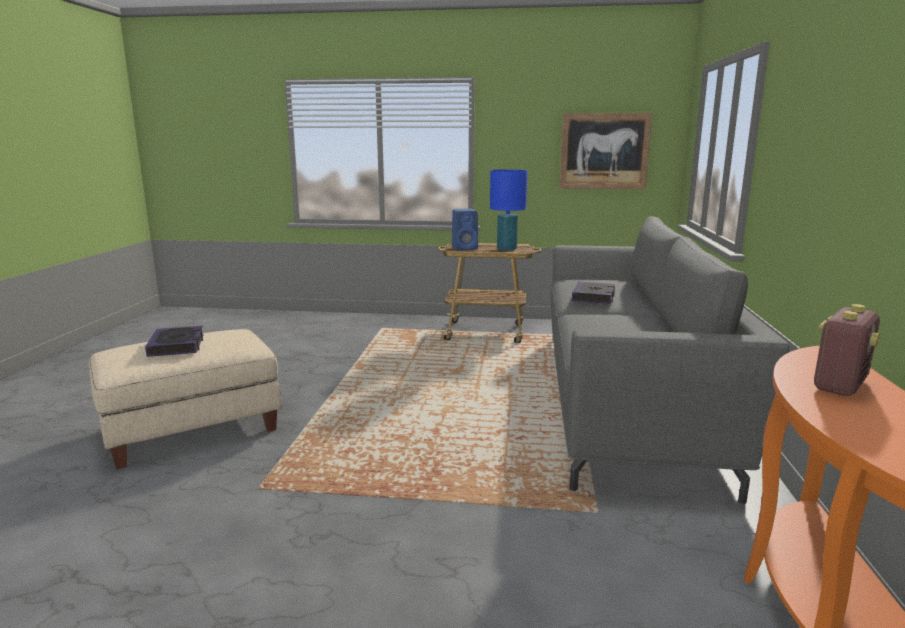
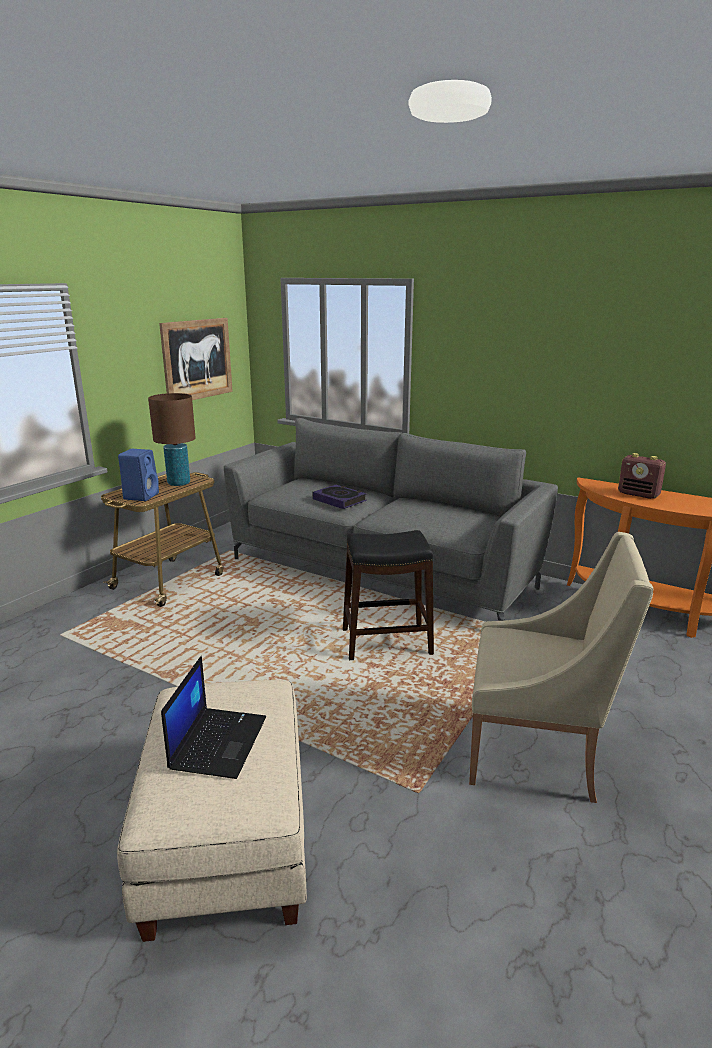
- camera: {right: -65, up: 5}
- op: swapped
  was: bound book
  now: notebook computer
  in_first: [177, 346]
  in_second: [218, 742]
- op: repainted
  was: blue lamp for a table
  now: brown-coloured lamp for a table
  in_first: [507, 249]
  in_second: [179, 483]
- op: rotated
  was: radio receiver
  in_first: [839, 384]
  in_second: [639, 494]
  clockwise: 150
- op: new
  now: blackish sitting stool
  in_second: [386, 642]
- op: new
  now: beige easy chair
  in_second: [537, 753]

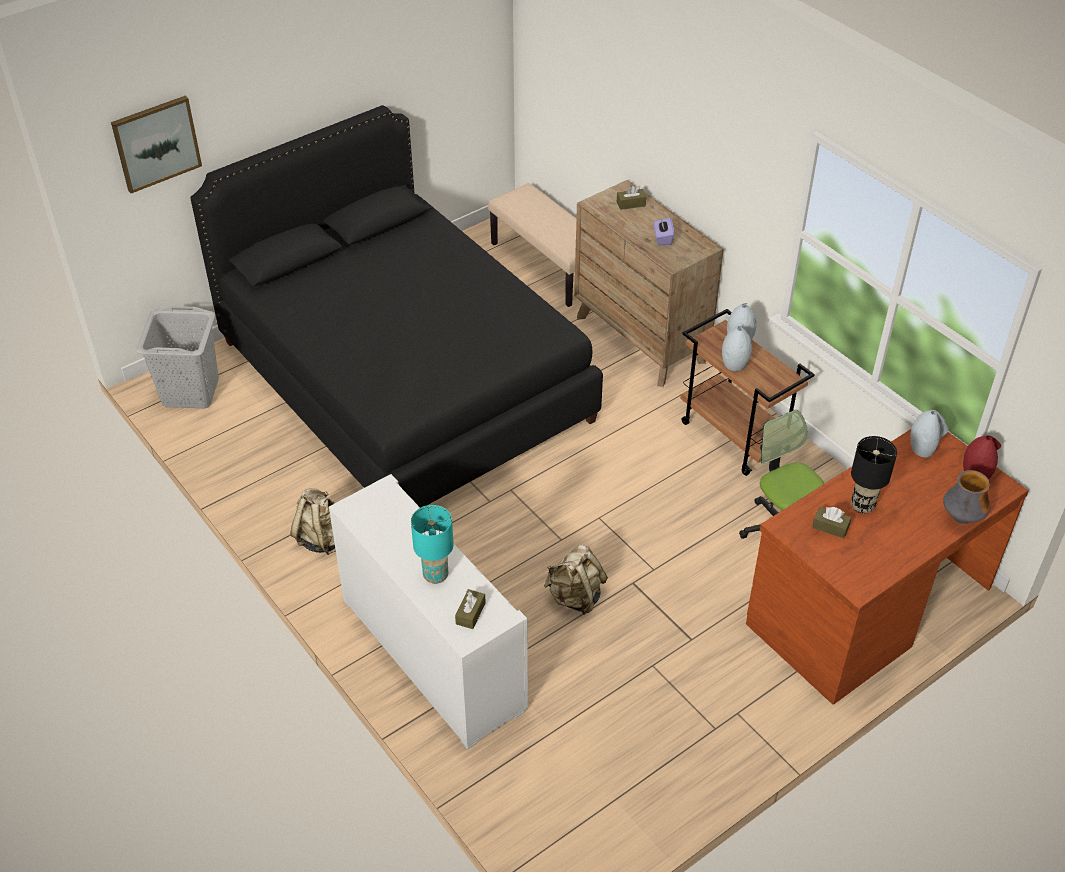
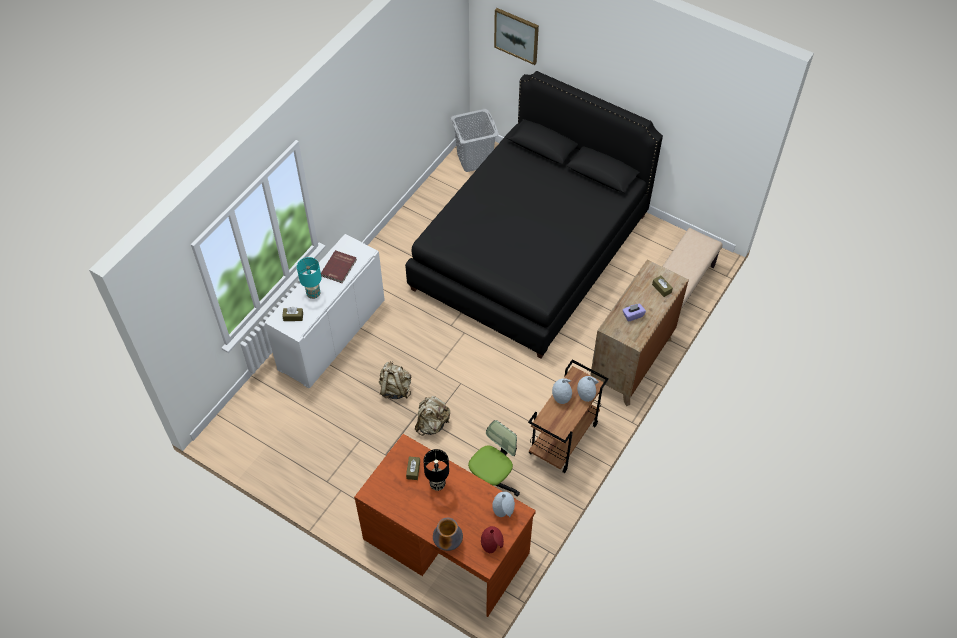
- camera: {right: 70, up: 10}
- op: shifted
  was: beige backpack
  in_first: [322, 538]
  in_second: [432, 424]
- op: new
  now: red-coloured bound book
  in_second: [339, 268]

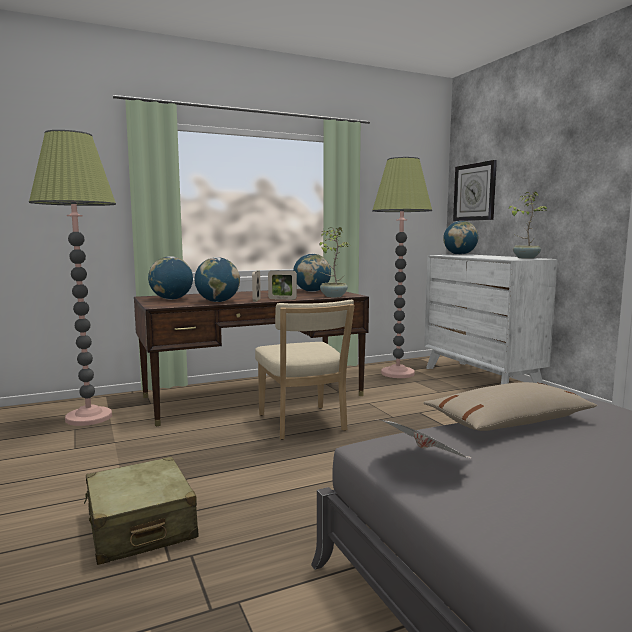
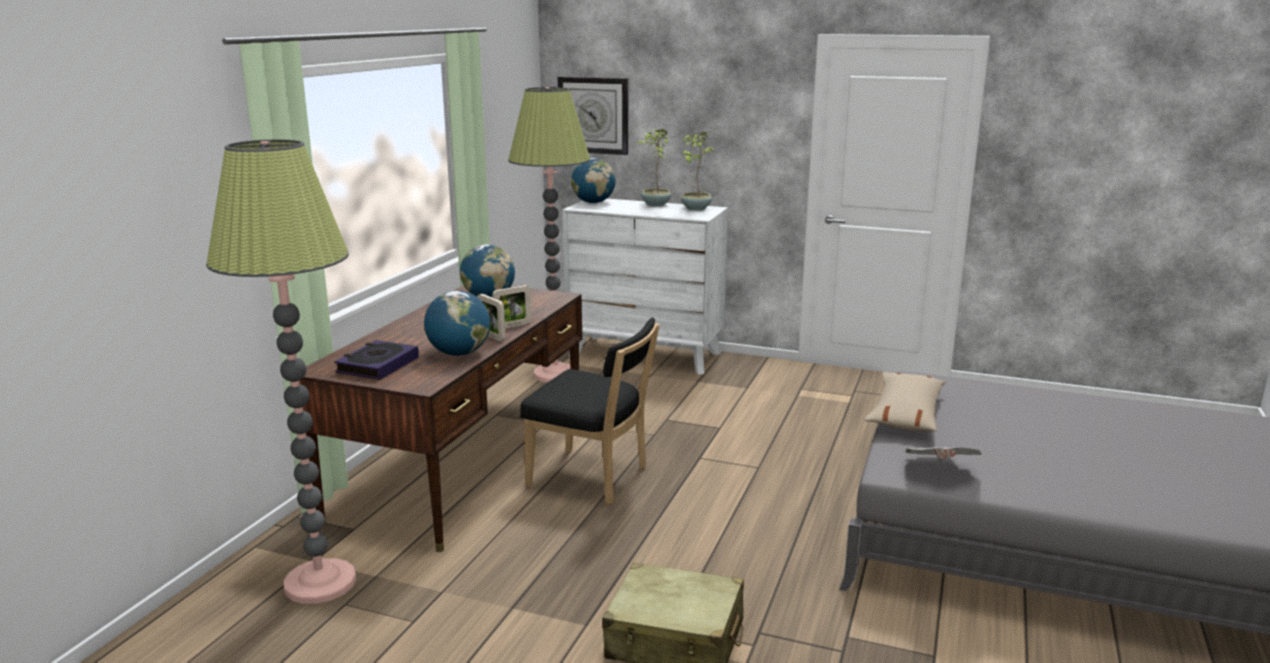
- camera: {right: -45, up: 10}
- op: swapped
  was: world globe
  now: bound book
  in_first: [171, 299]
  in_second: [377, 365]
- op: repainted
  was: beige plain chair
  now: blackish plain chair
  in_first: [303, 424]
  in_second: [593, 478]
- op: shifted
  was: plant in a pot
  in_first: [333, 296]
  in_second: [655, 204]

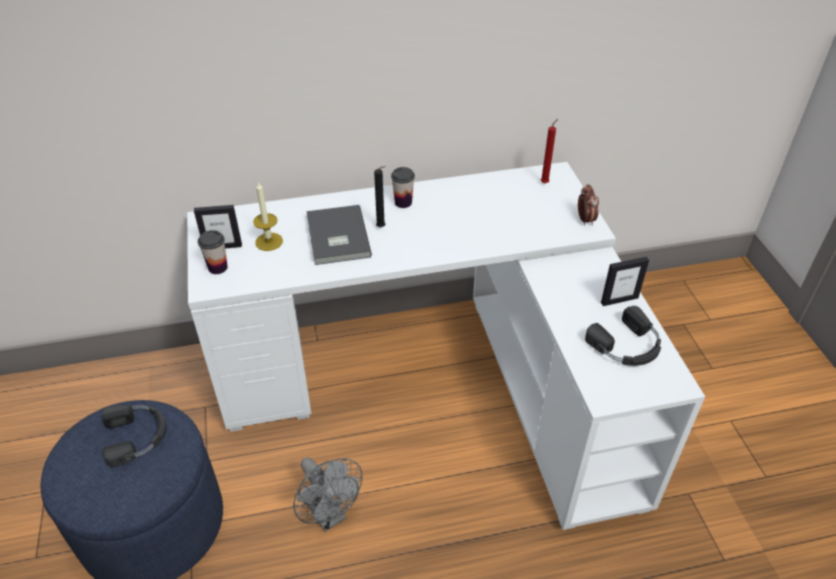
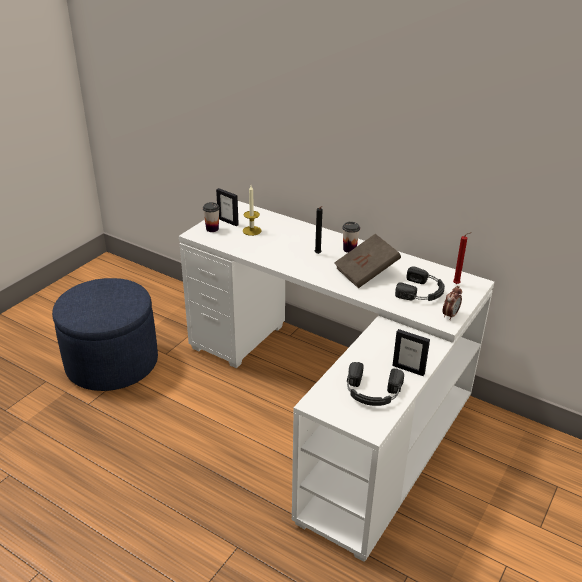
- camera: {right: 45, up: -10}
- op: shifted
  was: blackish headphones
  in_first: [137, 436]
  in_second: [421, 292]
- op: gone
  was: greyish cooling fan
  in_first: [329, 515]
- op: gone
  was: greyish bound book
  in_first: [336, 238]
- op: new
  now: brown-coloured bound book
  in_second: [366, 273]

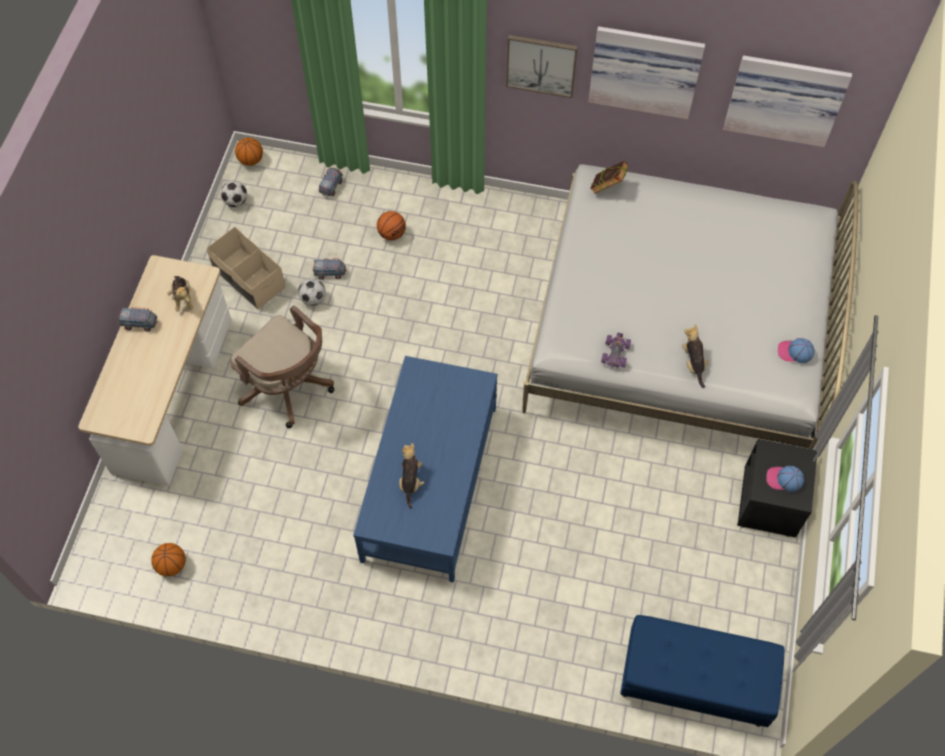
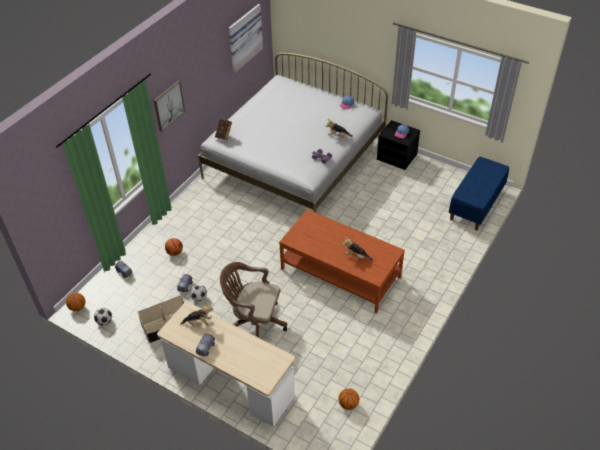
- camera: {right: -70, up: -15}
- op: rotated
  was: brown-coloured desk chair
  in_first: [289, 388]
  in_second: [254, 322]
  clockwise: -135
- op: repainted
  was: blue coffee table
  now: brown-coloured coffee table
  in_first: [430, 483]
  in_second: [340, 273]
- op: gone
  was: picture
  in_first: [645, 69]

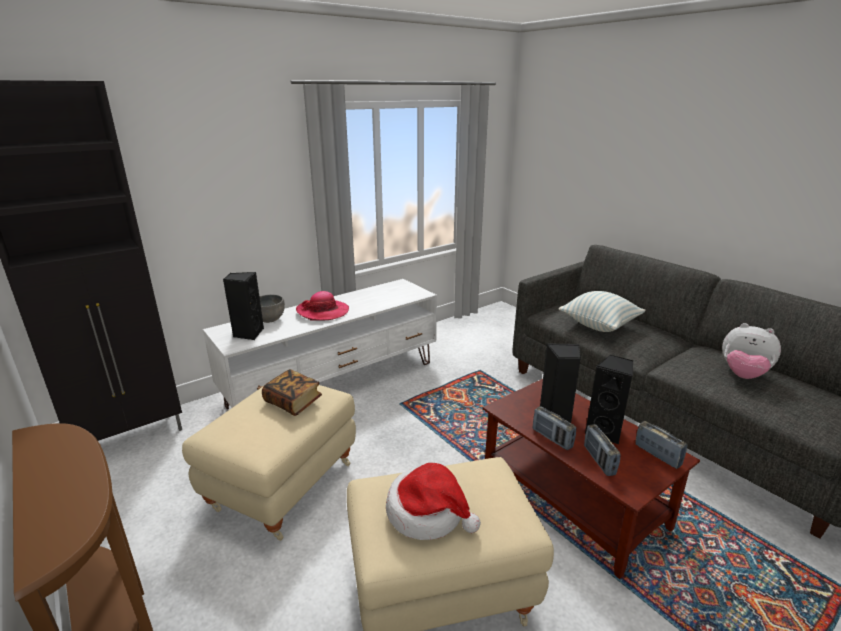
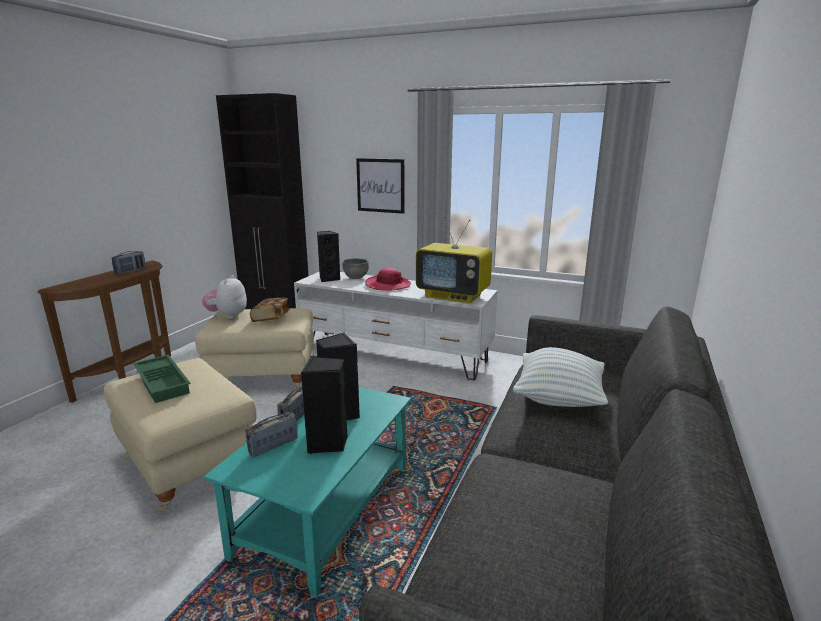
- camera: {right: 60, up: -5}
- op: swapped
  was: hat
  now: green-coloured carrying tray
  in_first: [428, 513]
  in_second: [164, 382]
- op: repainted
  was: brown-coloured coffee table
  now: turquoise coffee table
  in_first: [573, 499]
  in_second: [325, 511]
- op: shifted
  was: radio receiver
  in_first: [657, 455]
  in_second: [130, 271]
- op: shifted
  was: cuddly toy
  in_first: [743, 375]
  in_second: [228, 316]
- op: new
  now: picture
  in_second: [380, 185]
- op: new
  now: TV set
  in_second: [454, 296]

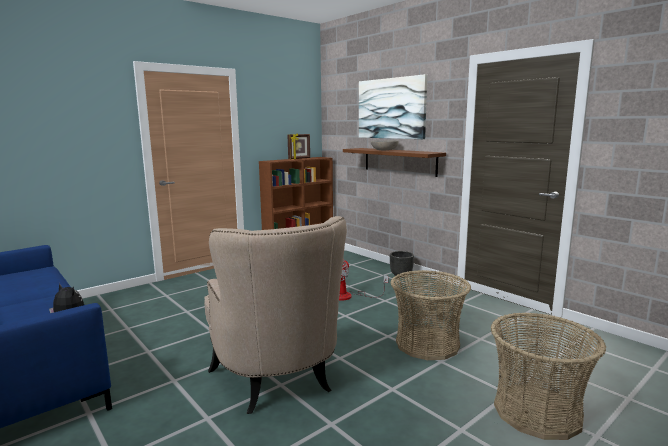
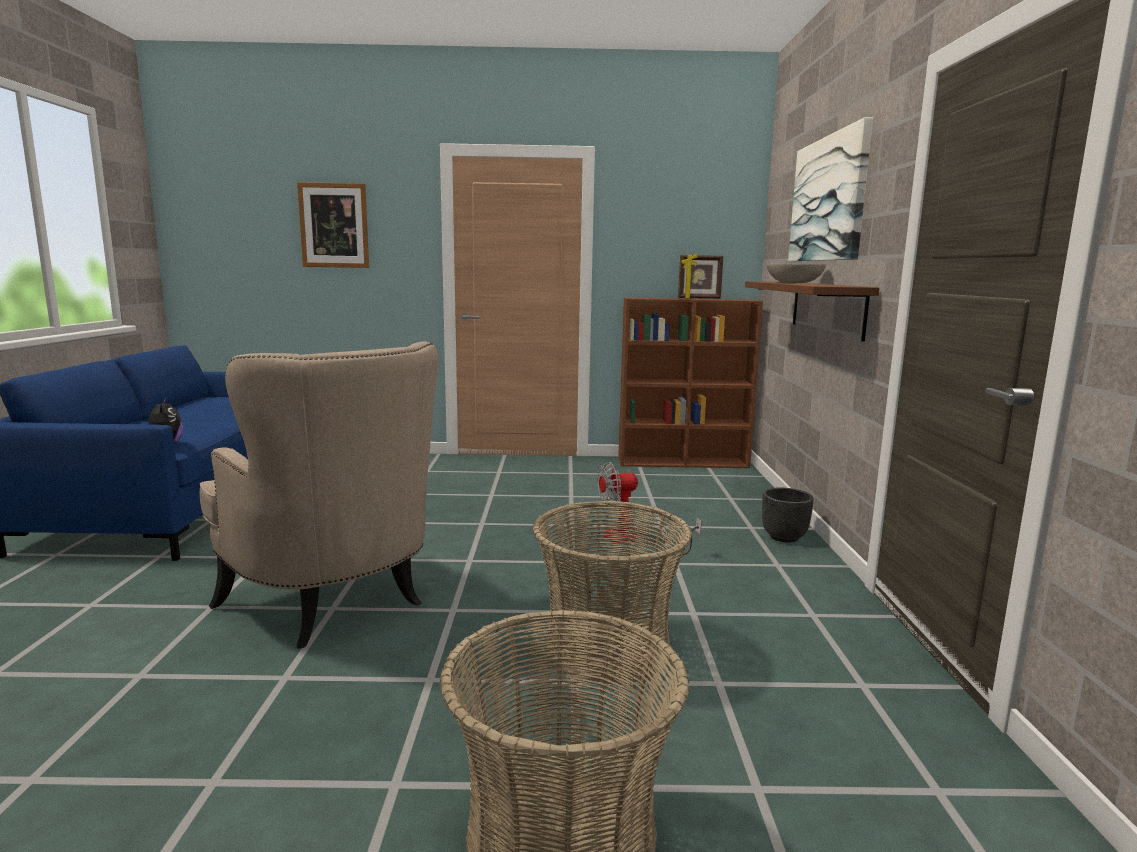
- camera: {right: 40, up: 0}
- op: rotated
  was: beige easy chair
  in_first: [279, 382]
  in_second: [336, 604]
  clockwise: -60
- op: new
  now: picture
  in_second: [334, 225]

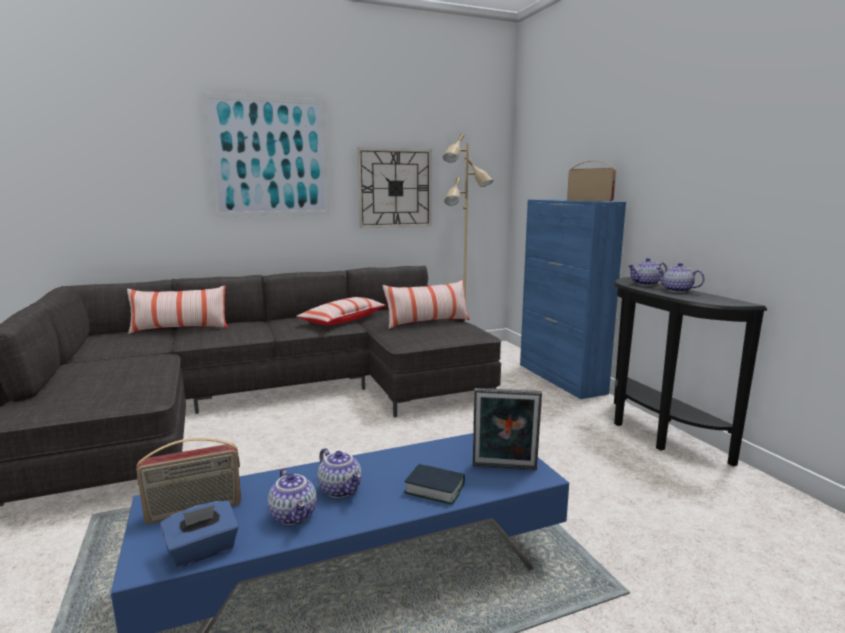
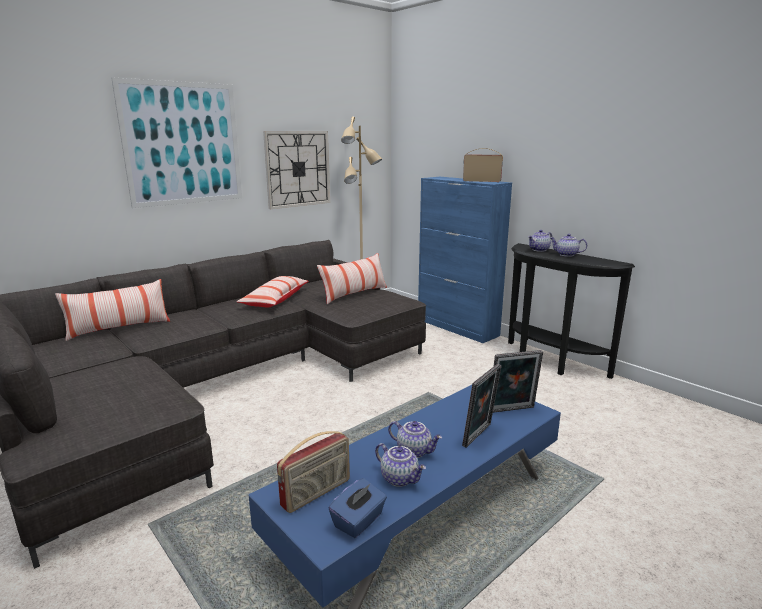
- camera: {right: -20, up: 5}
- op: swapped
  was: bound book
  now: picture frame
  in_first: [434, 489]
  in_second: [480, 436]

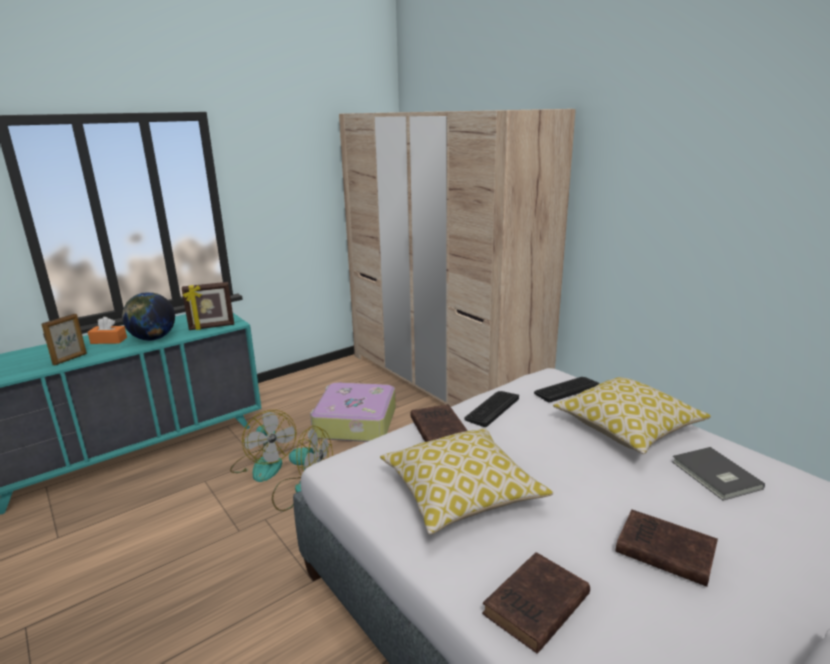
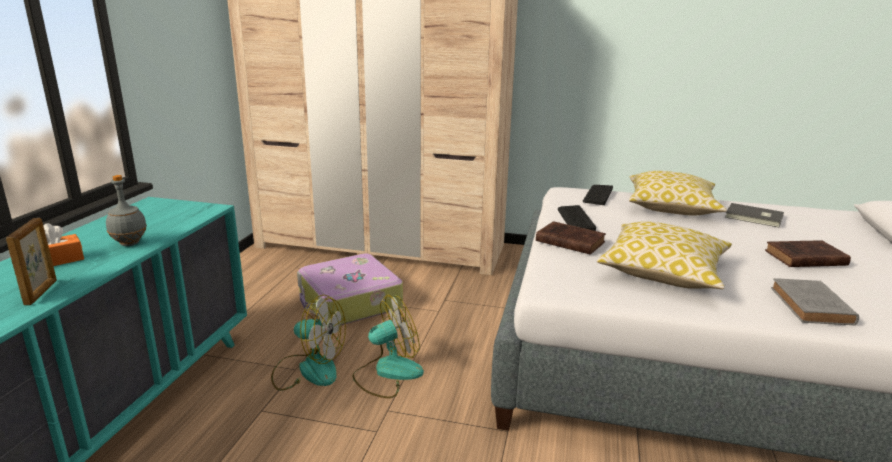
- camera: {right: -40, up: 0}
- op: swapped
  was: world globe
  now: greyish beverage bottle
  in_first: [153, 339]
  in_second: [129, 244]
- op: gone
  was: picture frame
  in_first: [212, 327]
- op: repainted
  was: brown-coloured bound book
  now: greyish bound book
  in_first: [534, 606]
  in_second: [812, 307]

